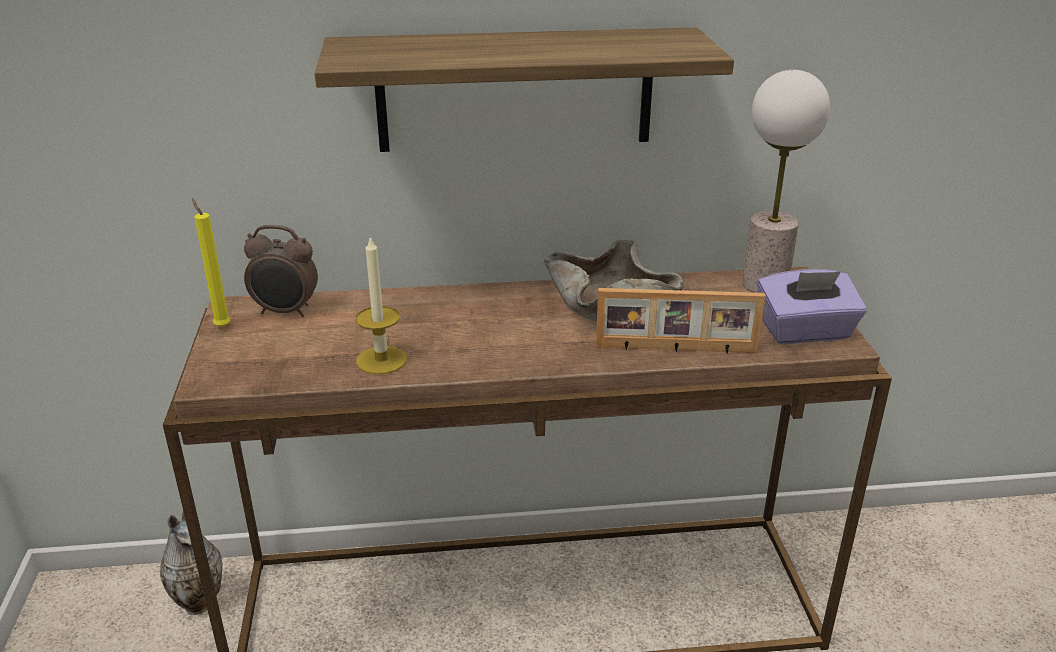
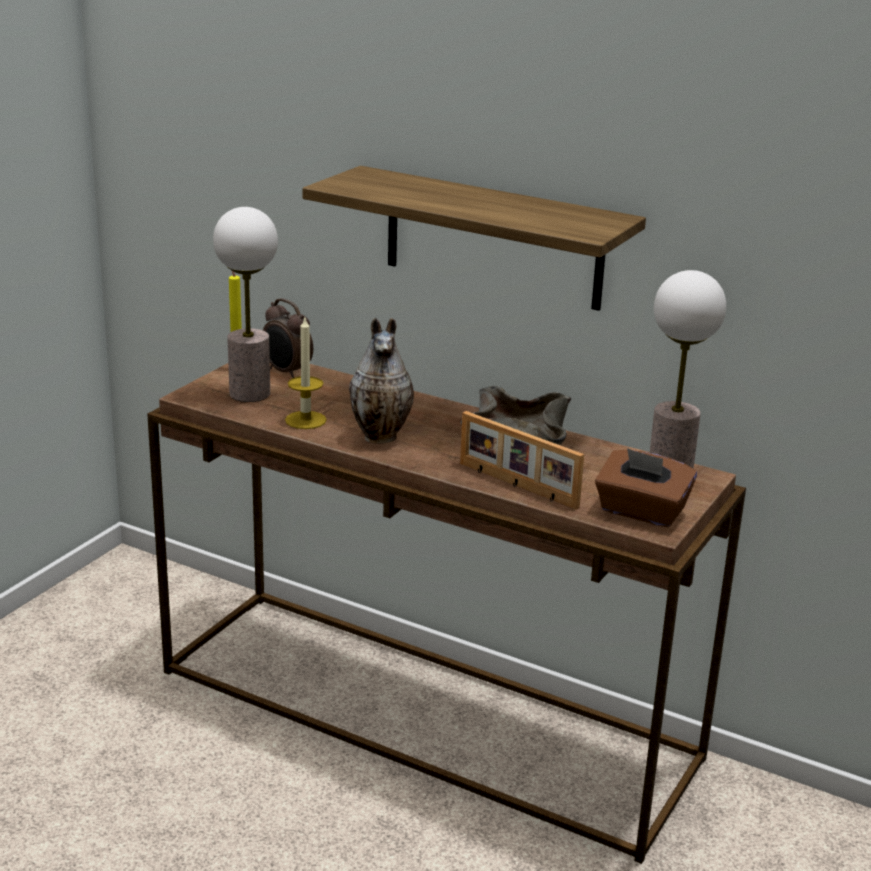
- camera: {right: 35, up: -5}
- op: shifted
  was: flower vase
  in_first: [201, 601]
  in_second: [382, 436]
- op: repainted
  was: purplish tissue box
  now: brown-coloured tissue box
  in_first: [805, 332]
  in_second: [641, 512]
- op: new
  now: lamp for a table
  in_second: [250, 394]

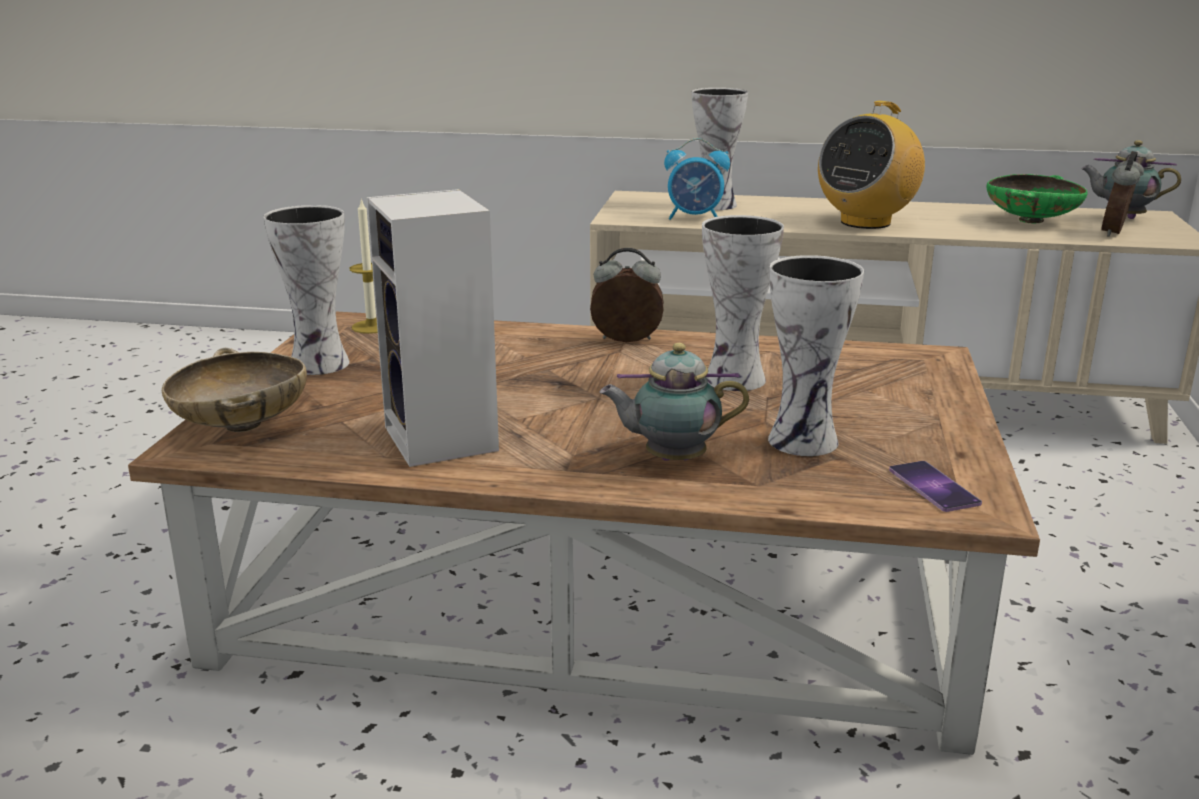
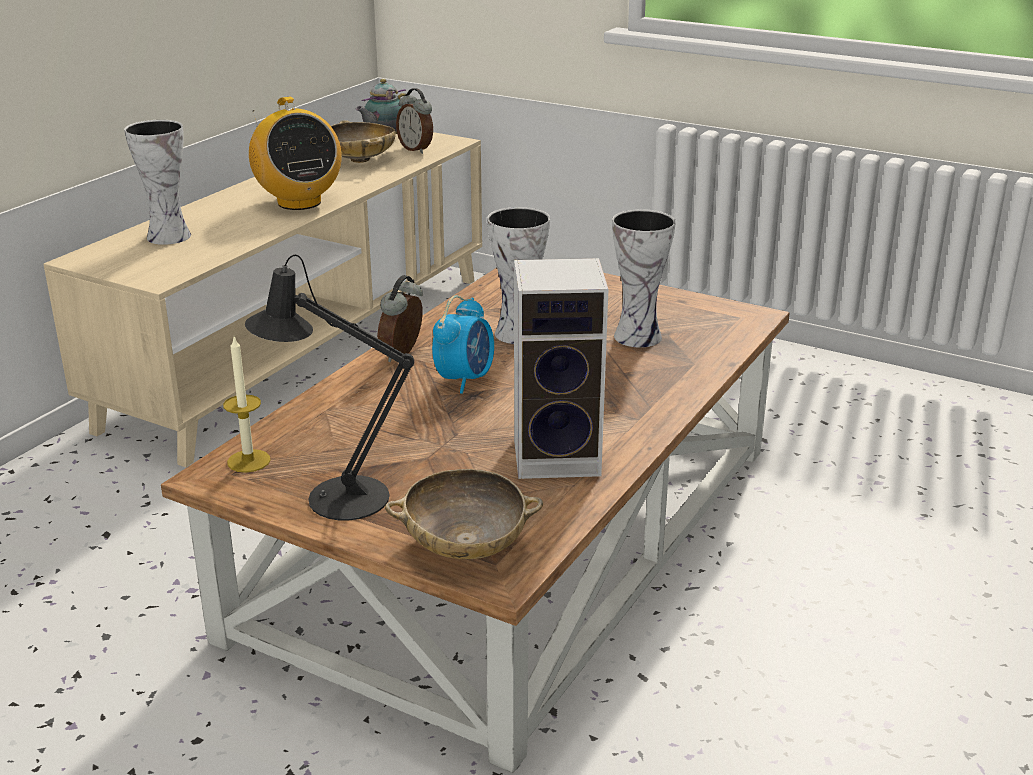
- camera: {right: -70, up: 5}
- op: swapped
  was: flower vase
  now: blackish lamp for a table
  in_first: [317, 365]
  in_second: [336, 498]
- op: gone
  was: pot for tea
  in_first: [670, 459]
- op: shifted
  was: bedside clock
  in_first: [695, 218]
  in_second: [465, 379]
- op: gone
  was: handset
  in_first: [933, 486]
- op: repainted
  was: green-coloured deep dish
  now: beige deep dish
  in_first: [1032, 221]
  in_second: [360, 160]

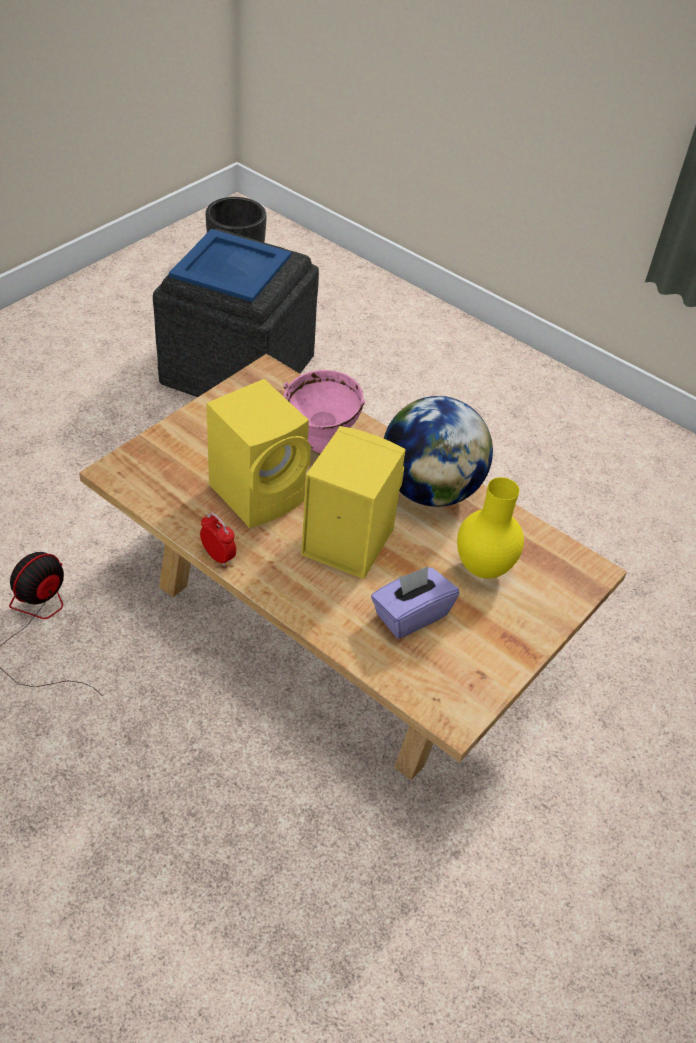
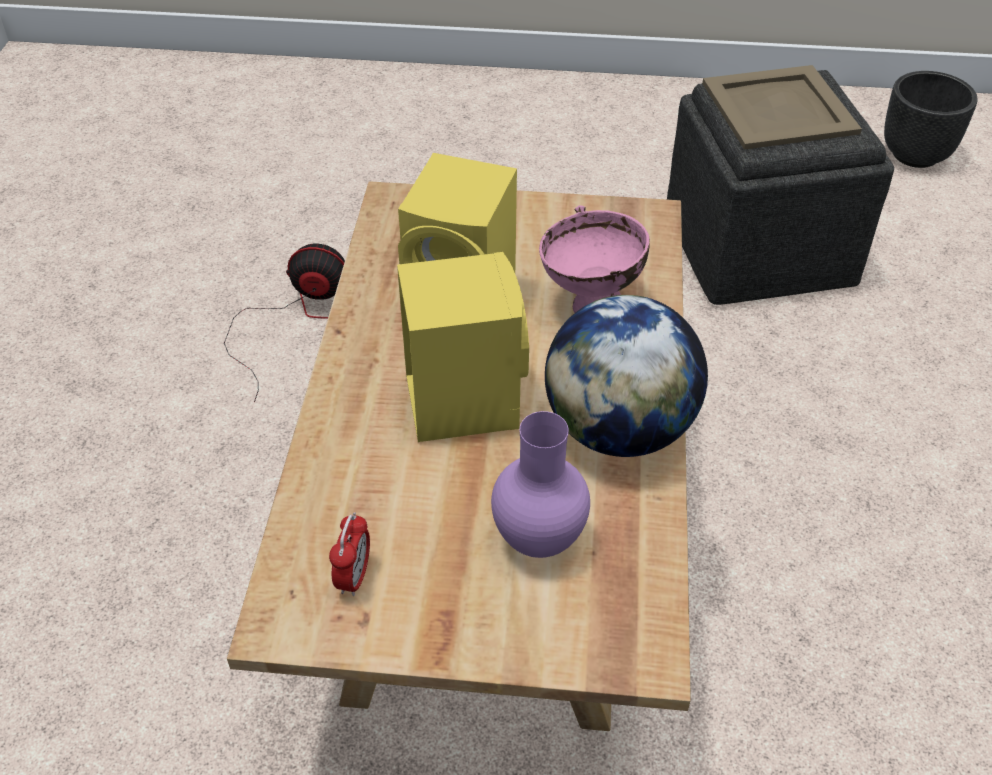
- camera: {right: 60, up: 0}
- op: repainted
  was: blue carrying tray
  now: beige carrying tray
  in_first: [230, 266]
  in_second: [777, 107]
- op: shifted
  was: bedside clock
  in_first: [218, 556]
  in_second: [354, 577]
- op: gone
  was: purplish tissue box
  in_first: [410, 615]
- op: repainted
  was: yellow flower vase
  now: purplish flower vase
  in_first: [484, 569]
  in_second: [539, 542]

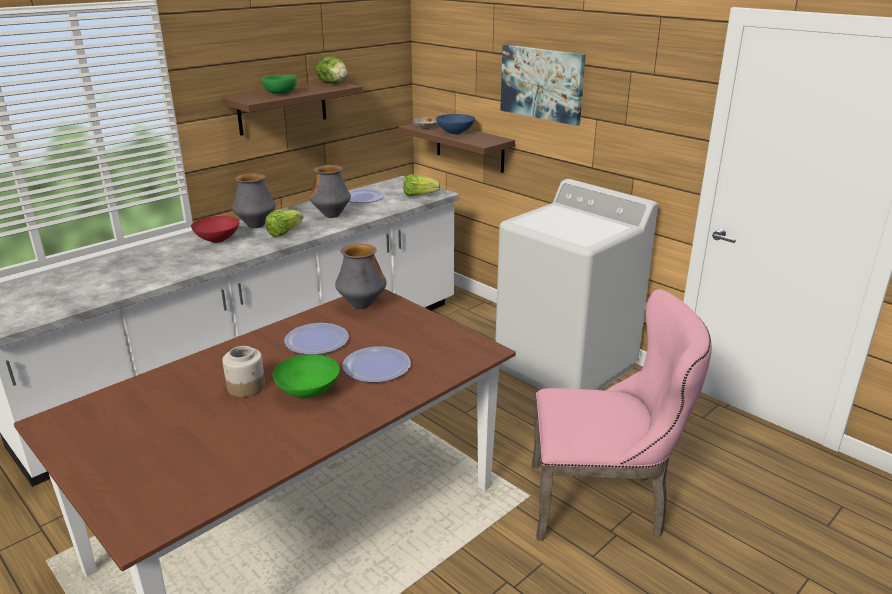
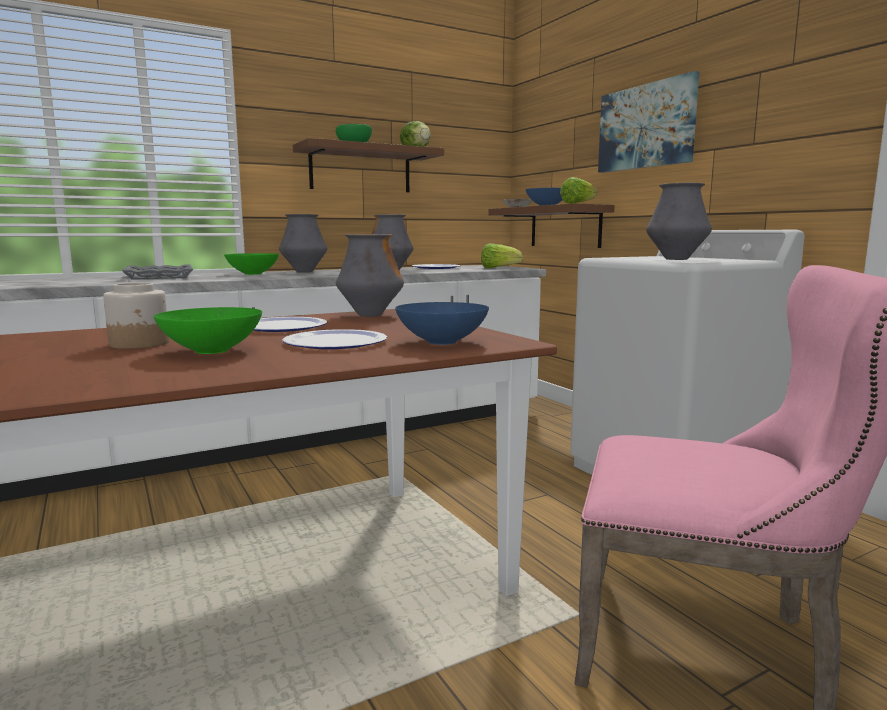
- camera: {right: 15, up: -15}
- op: repainted
  was: red-coloured deep dish
  now: green-coloured deep dish
  in_first: [217, 240]
  in_second: [252, 274]
- op: shifted
  was: head of lettuce
  in_first: [284, 233]
  in_second: [577, 204]
- op: new
  now: greyish carrying tray
  in_second: [159, 277]
- op: new
  now: blue deep dish
  in_second: [442, 342]
- op: new
  now: flower vase
  in_second: [676, 259]

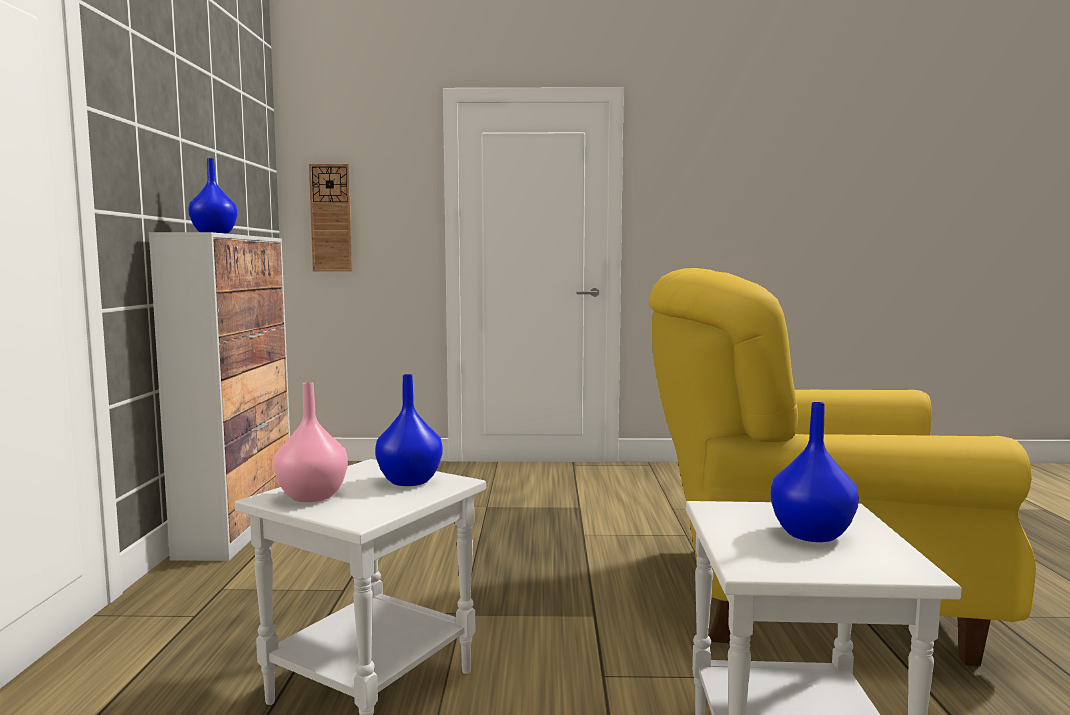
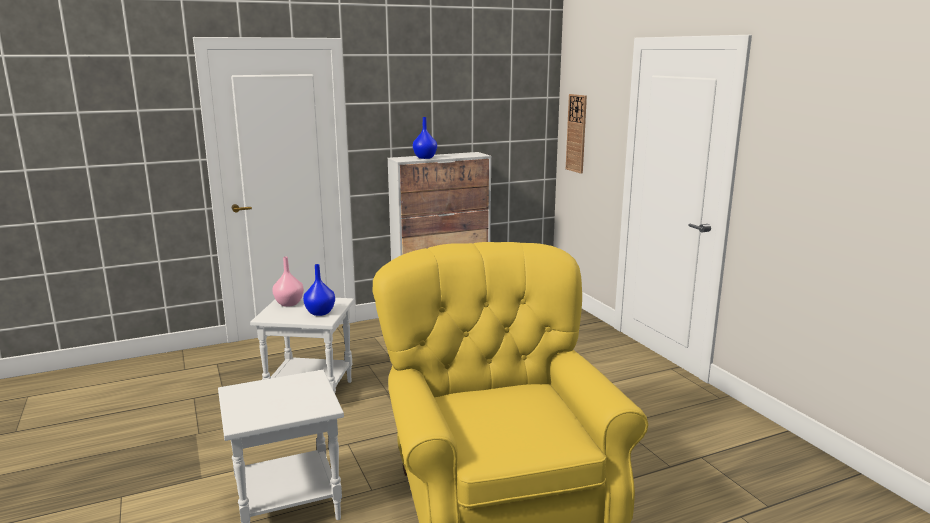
- camera: {right: 65, up: 10}
- op: gone
  was: blue flower vase
  in_first: [813, 534]

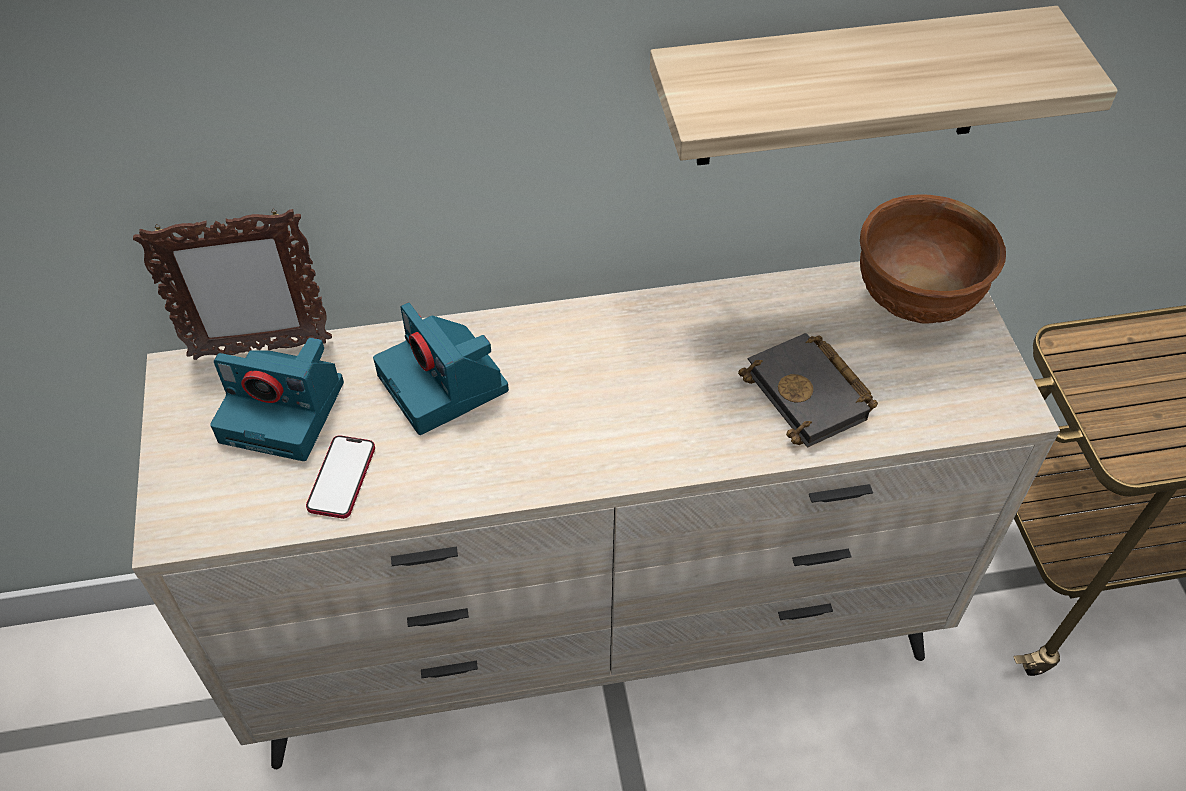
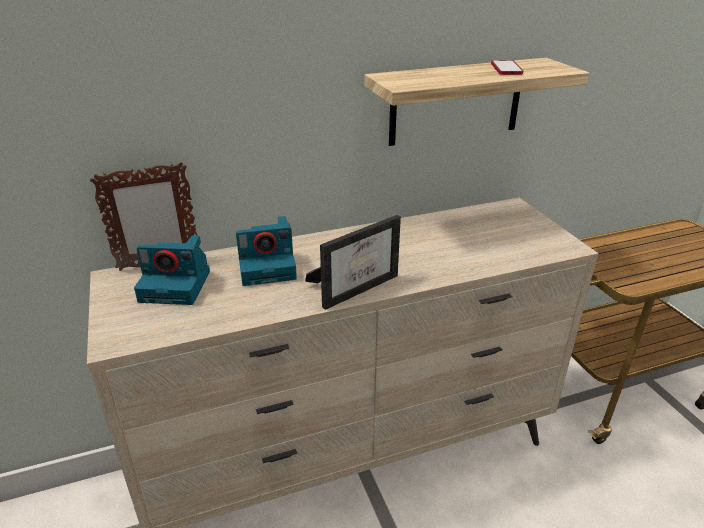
- camera: {right: -10, up: -20}
- op: shifted
  was: handset
  in_first: [341, 478]
  in_second: [506, 69]
- op: rotated
  was: photo camera
  in_first: [445, 384]
  in_second: [268, 267]
  clockwise: -60
- op: gone
  was: blackish bound book
  in_first: [811, 396]
- op: gone
  was: brown-coloured deep dish
  in_first: [913, 300]
- op: new
  now: picture frame
  in_second: [356, 286]

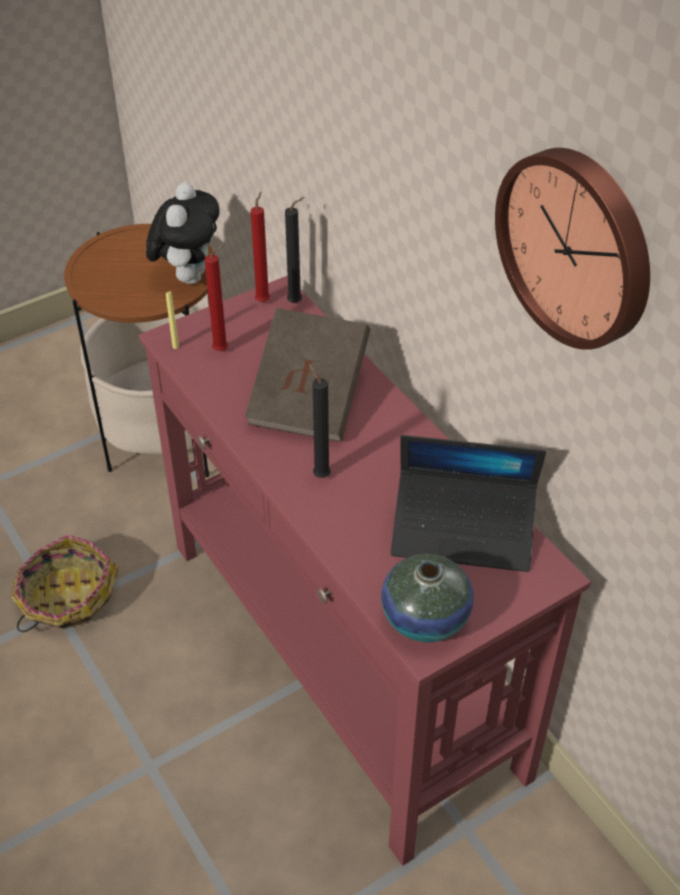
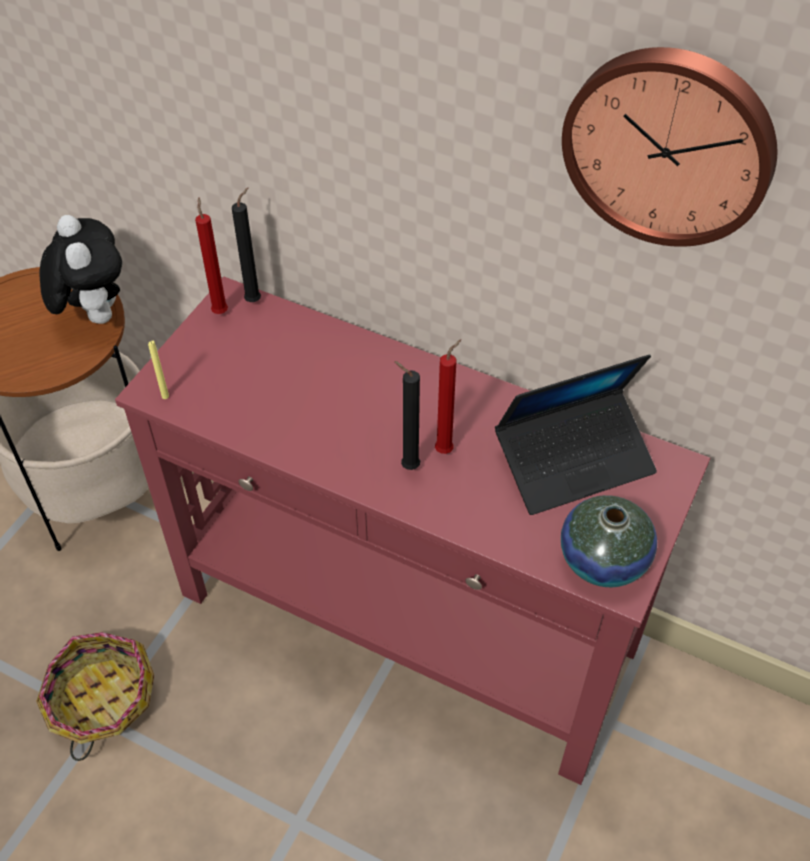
- camera: {right: -30, up: 5}
- op: shifted
  was: red-coloured candle
  in_first: [223, 350]
  in_second: [446, 449]
- op: gone
  was: brown-coloured bound book
  in_first: [309, 398]

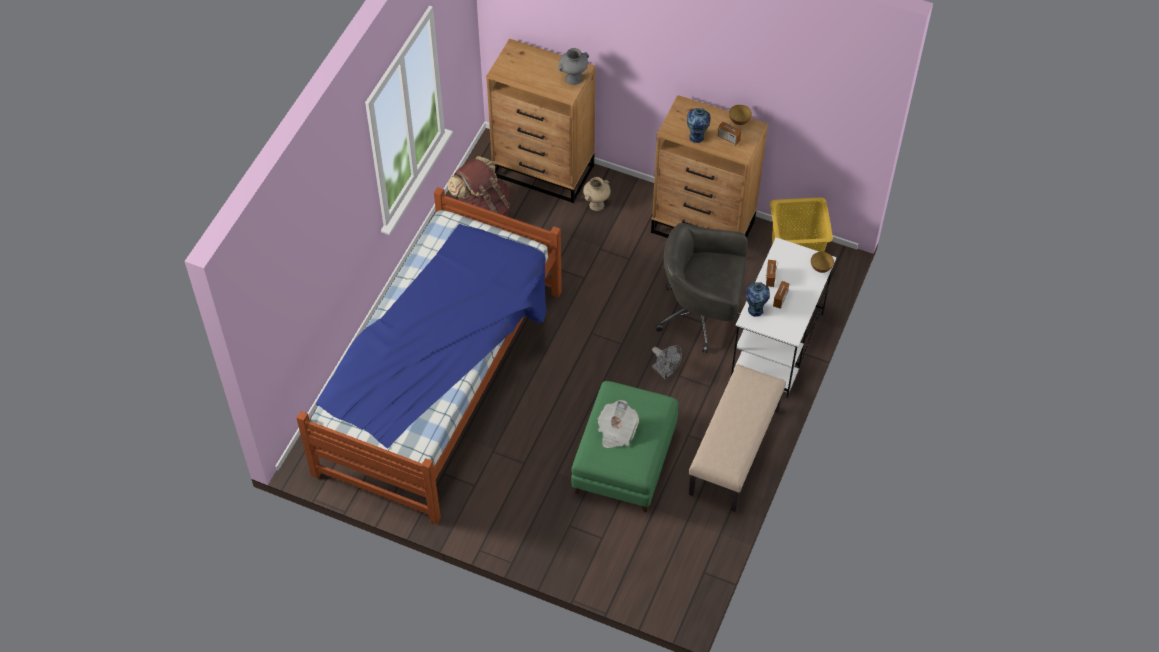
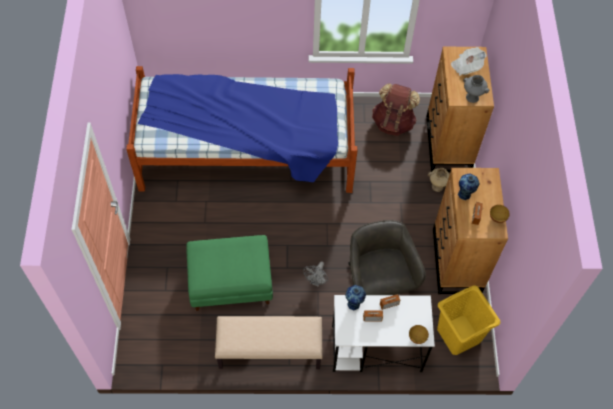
- camera: {right: 65, up: 5}
- op: shifted
  was: newspaper
  in_first: [616, 431]
  in_second: [466, 66]

